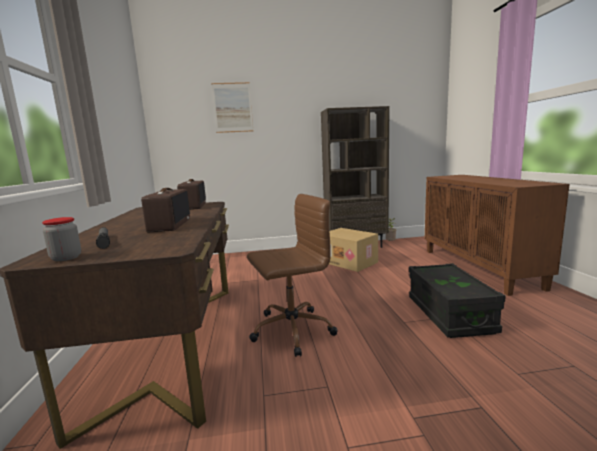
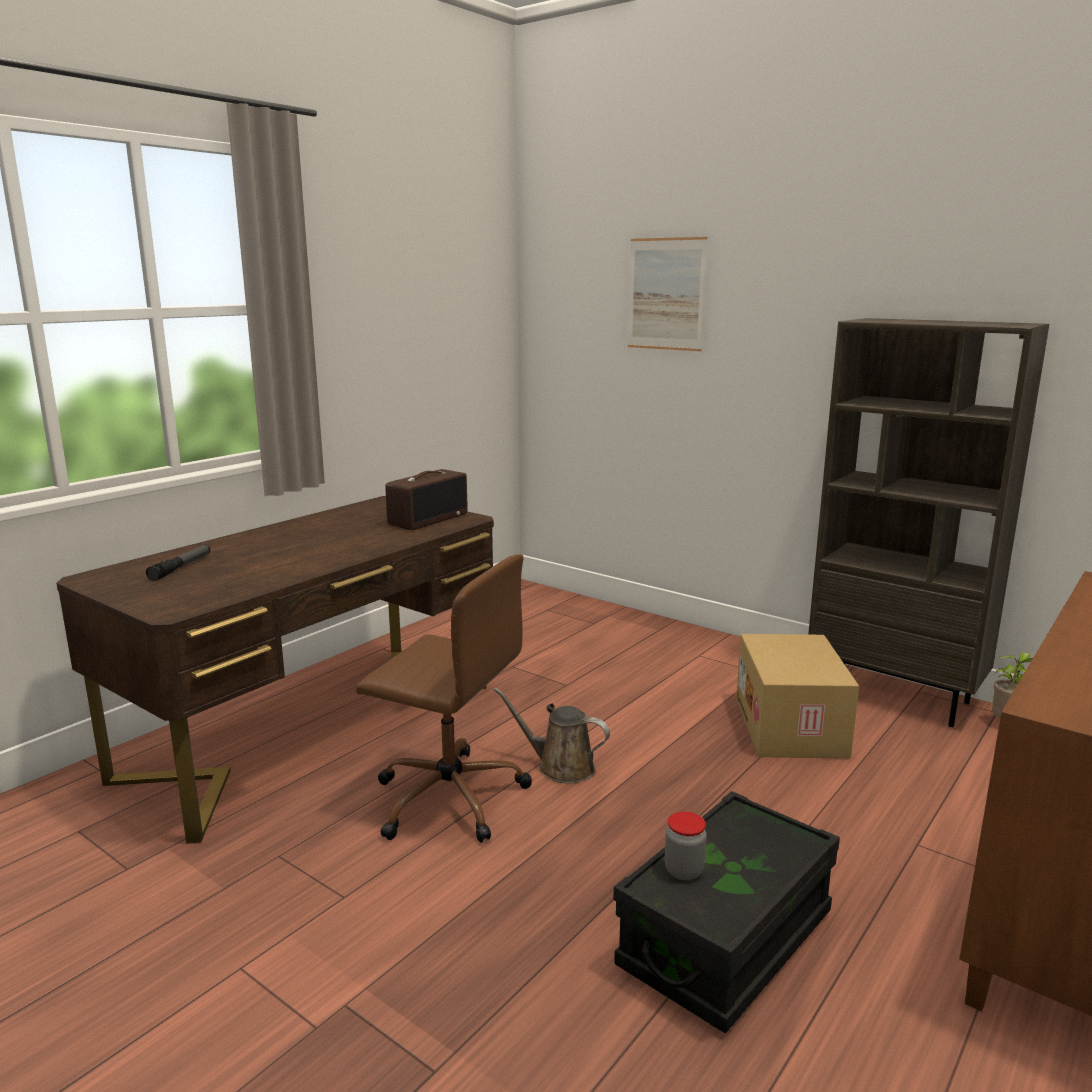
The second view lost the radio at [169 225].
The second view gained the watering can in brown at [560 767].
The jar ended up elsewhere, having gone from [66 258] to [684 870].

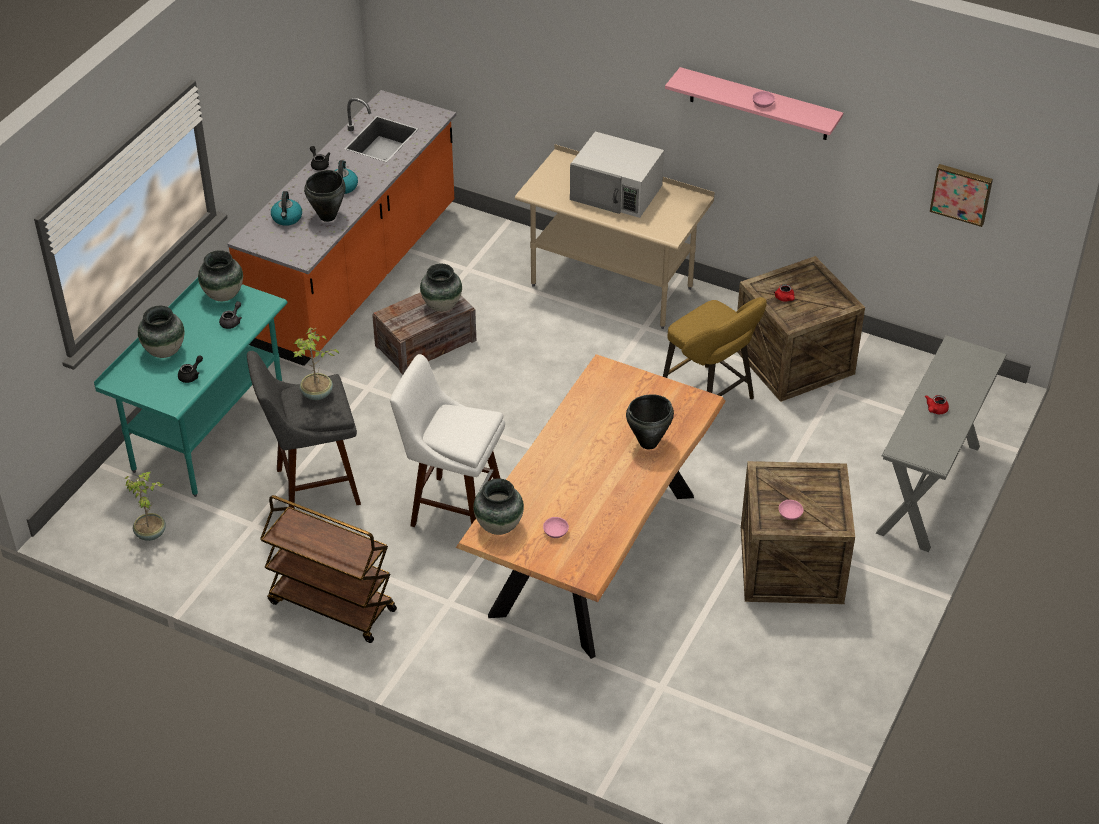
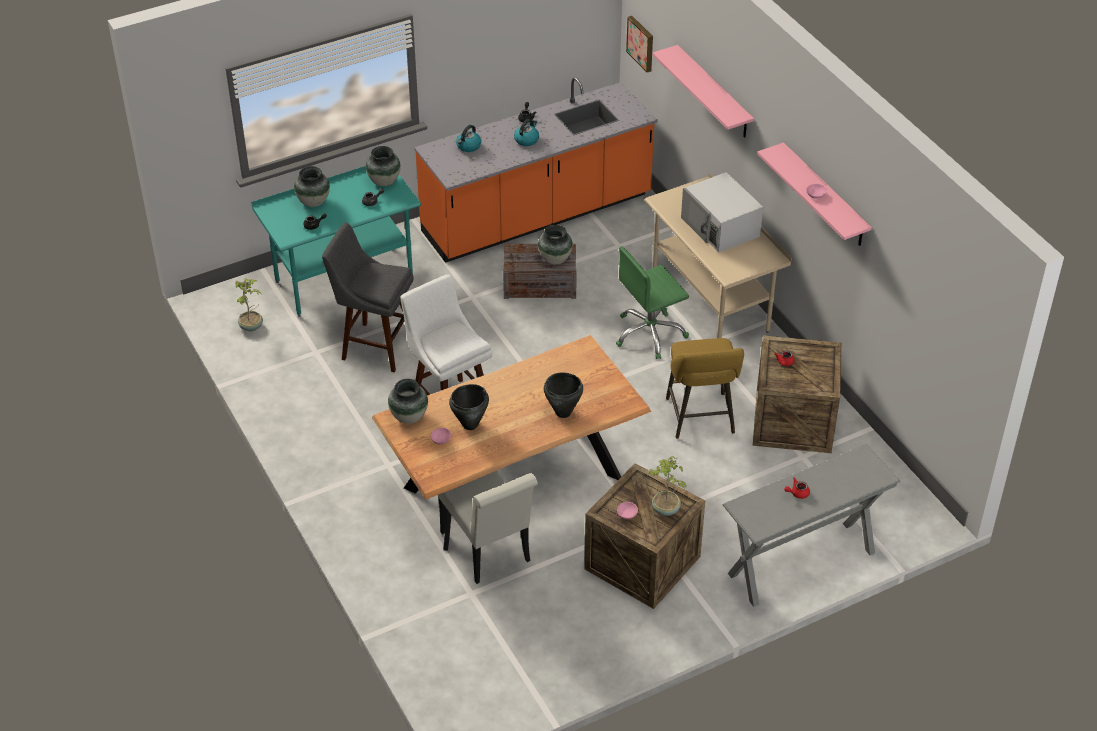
The second view lost the cart in brown at [331 606].
The second view gained the chair in white at [488 551].
The second view gained the office chair in green at [650 334].
The second view gained the shelf in pink at [714 92].
The potted plant ended up elsewhere, having gone from [317 394] to [665 510].
The cooking pot in black ended up elsewhere, having gone from [328 216] to [470 425].
The picture ended up elsewhere, having gone from [961 193] to [641 43].

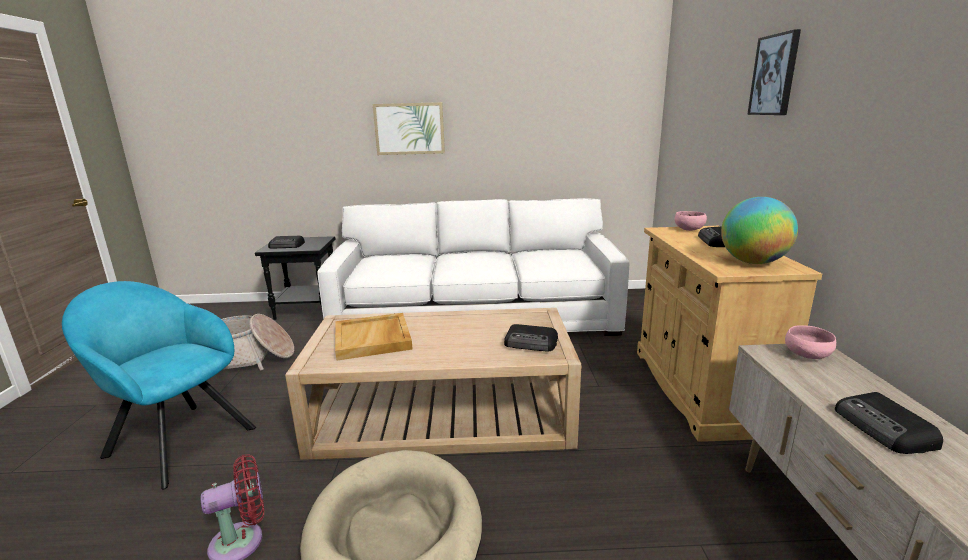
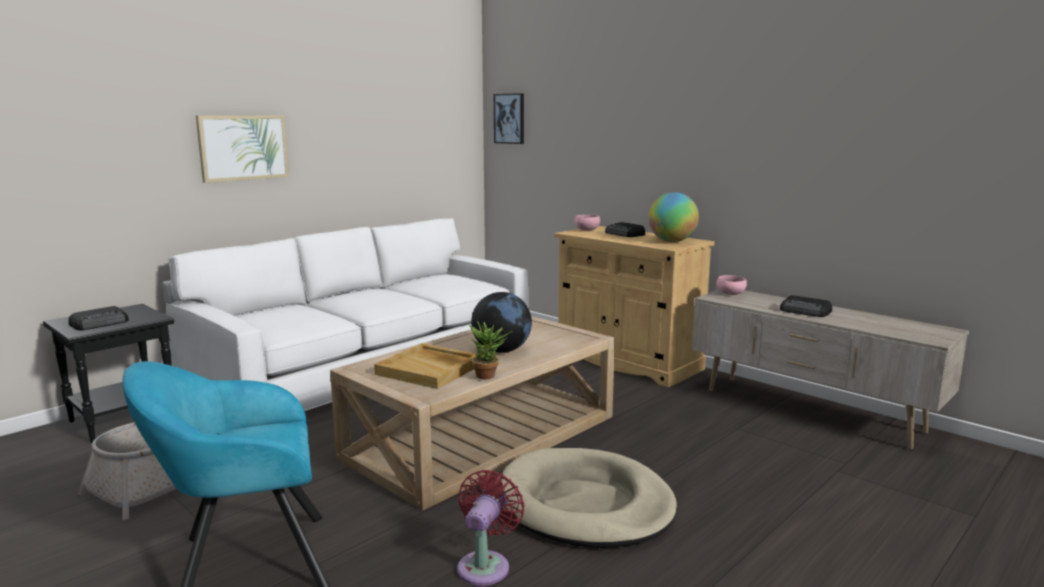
The second view lost the radio at [531 343].
The second view gained the potted plant at [489 376].
The second view gained the globe at [501 351].
The picture ended up elsewhere, having gone from [774 75] to [509 118].

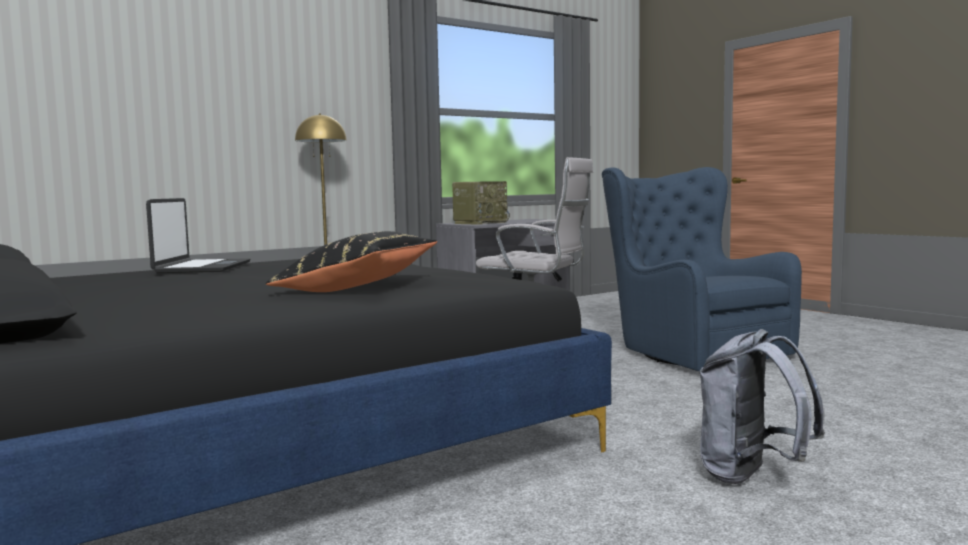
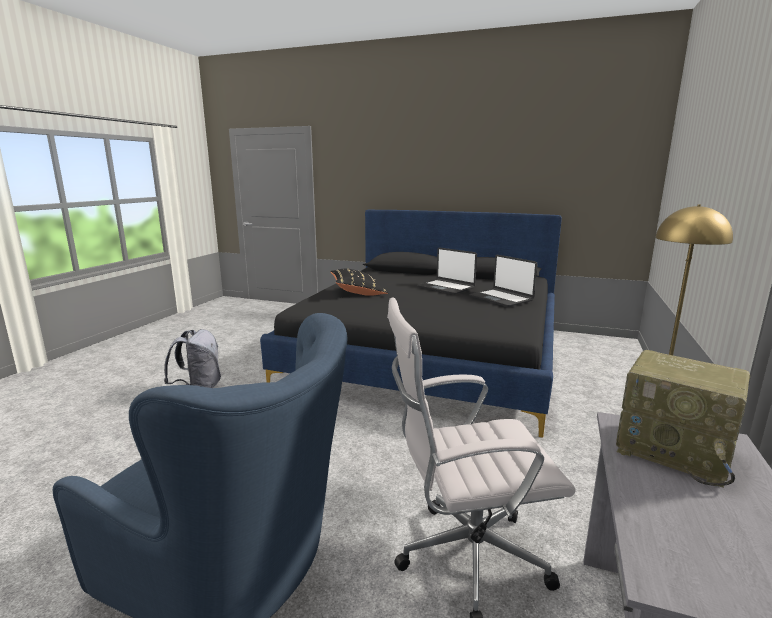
The second view gained the laptop at [446 287].
The radio at [480 223] ended up facing another way, 60 degrees counterclockwise from before.

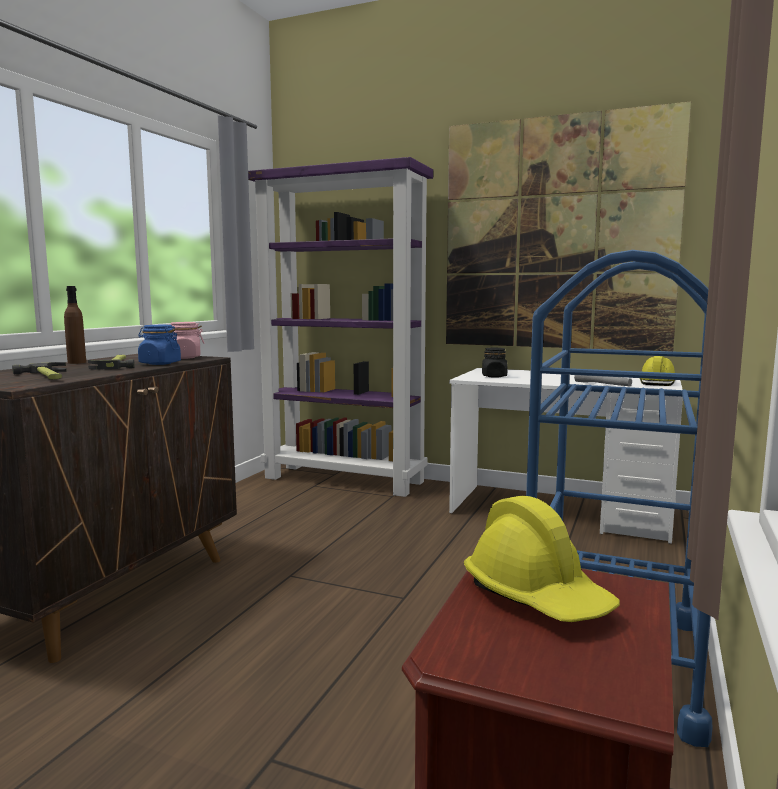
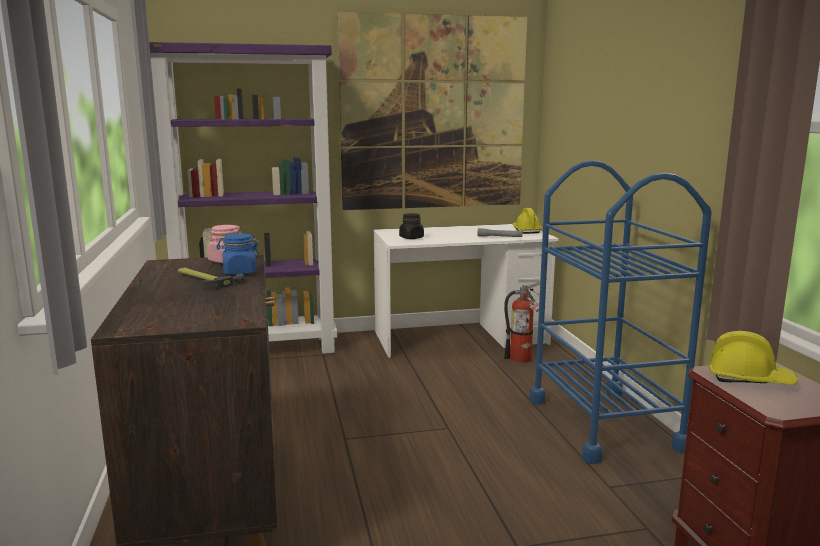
The second view lost the hammer at [46 376].
The second view lost the bottle in brown at [77 362].
The second view gained the fire extinguisher at [524 359].

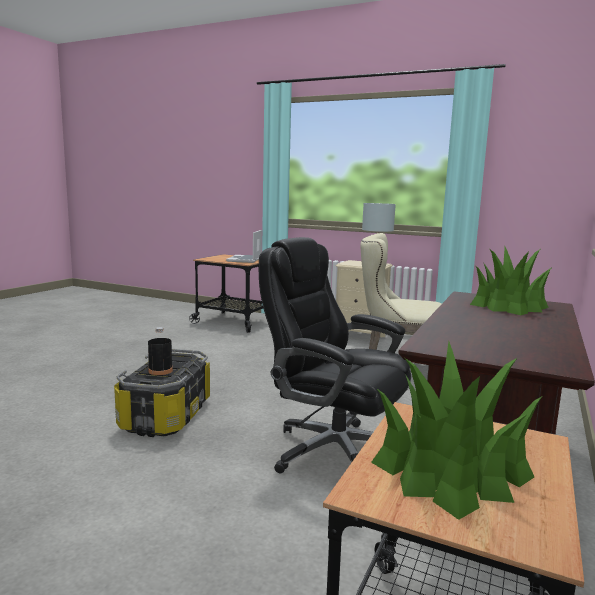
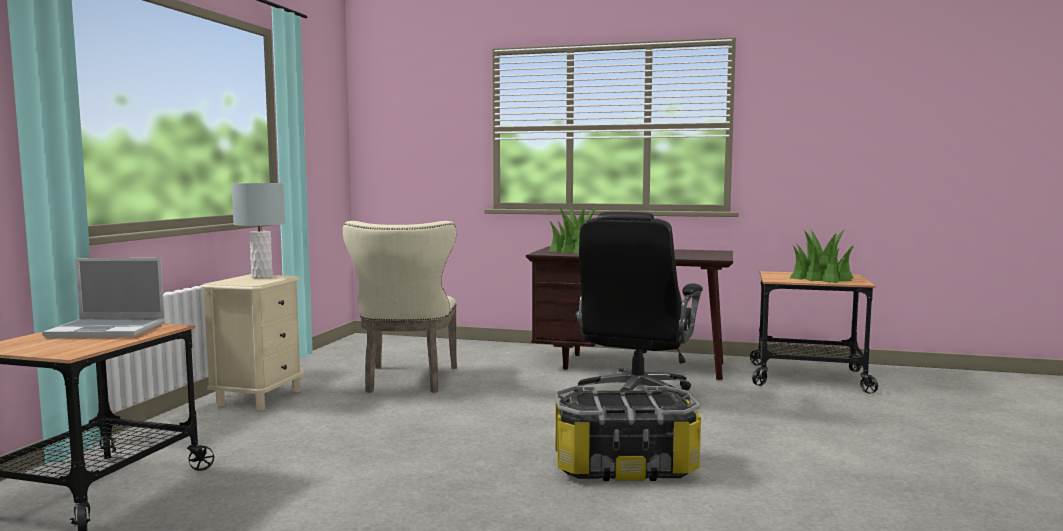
The second view lost the bottle in black at [160 371].

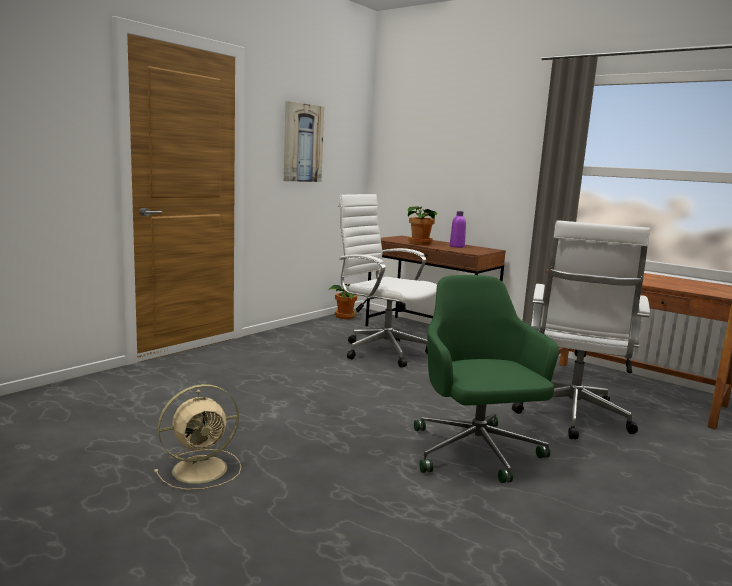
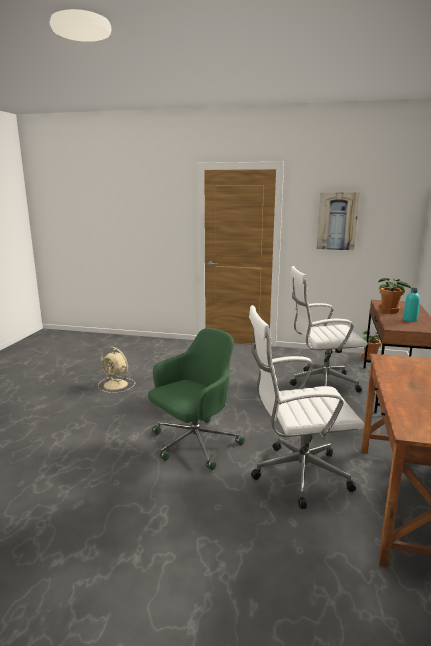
What was the bottle in purple at [457 246] turned into the bottle in turquoise at [410 320].
The office chair in white at [382 351] ended up facing another way, 105 degrees counterclockwise from before.

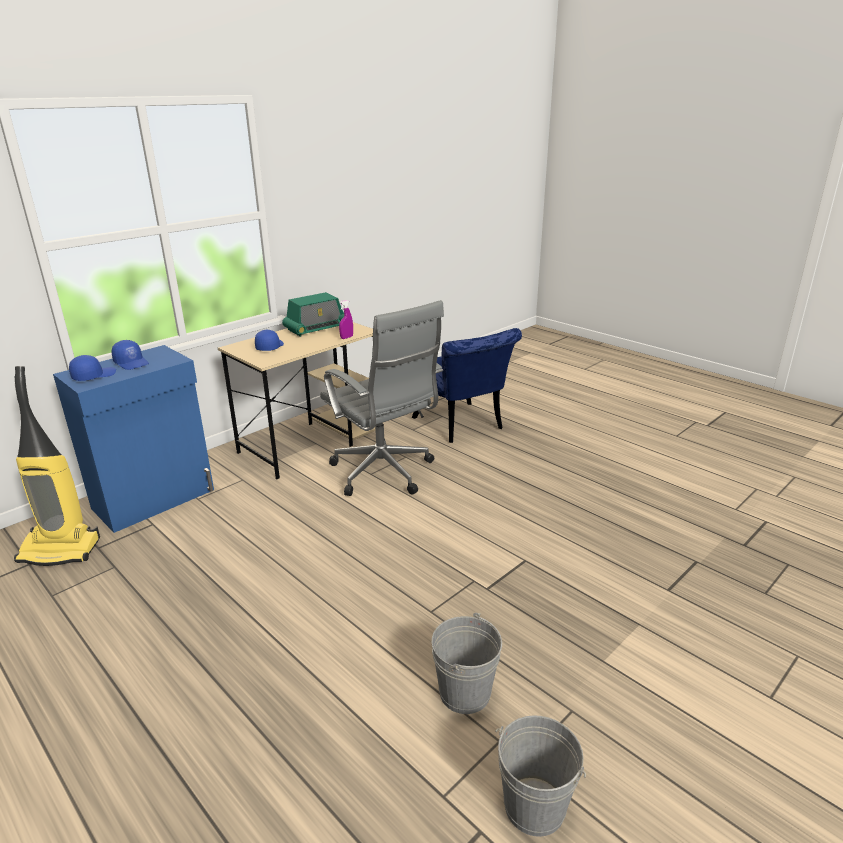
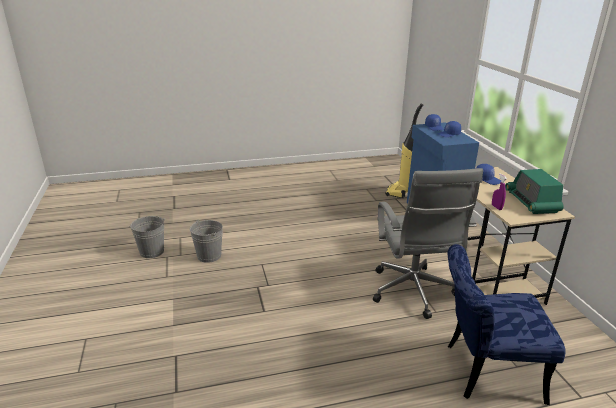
The office chair in grey at [384 474] ended up facing another way, 90 degrees counterclockwise from before.

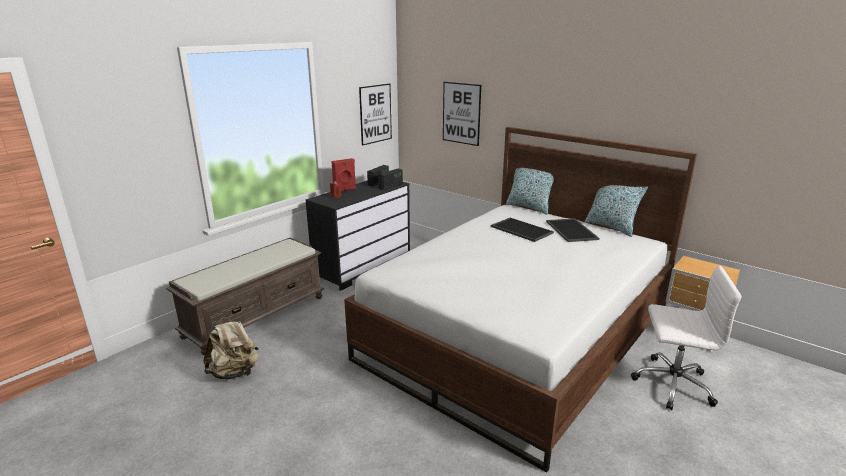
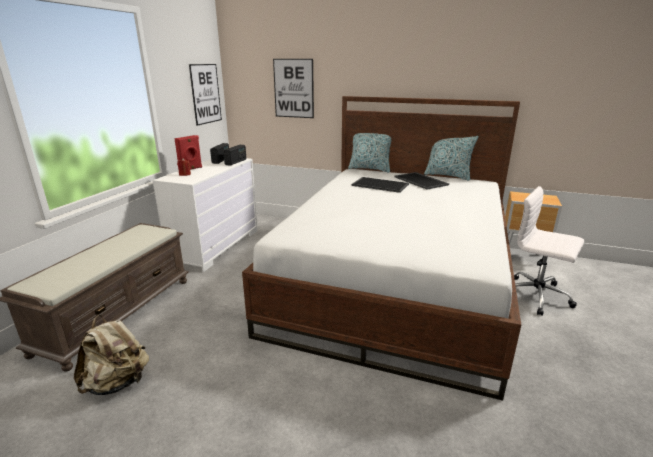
What was the dresser in black at [363 266] turned into the dresser in white at [216 246].
The office chair in white at [671 384] ended up facing another way, 135 degrees counterclockwise from before.

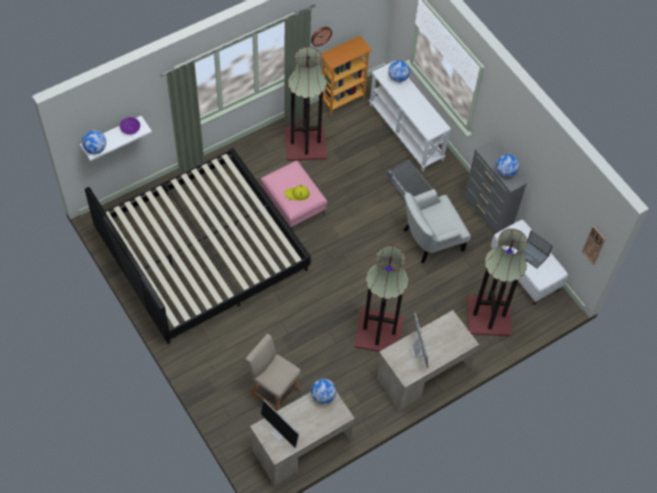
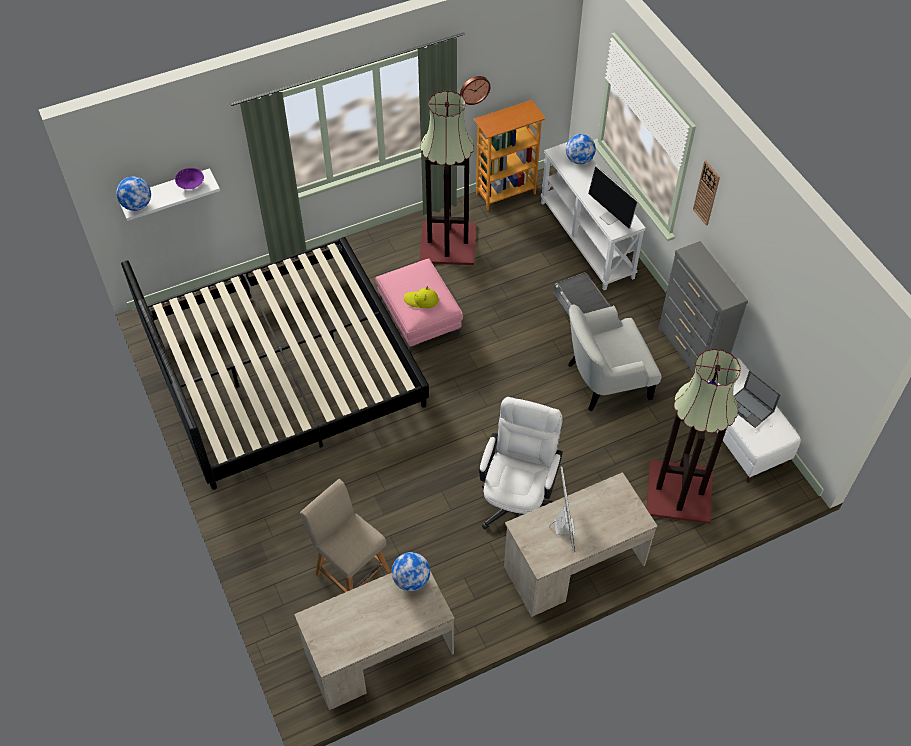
The second view lost the globe at [505 172].
The monitor ended up elsewhere, having gone from [280 432] to [610 217].
The wall clock ended up elsewhere, having gone from [594 245] to [706 193].
Where the floor lamp stood at [380 331], the office chair in white came to stand at [517 499].

